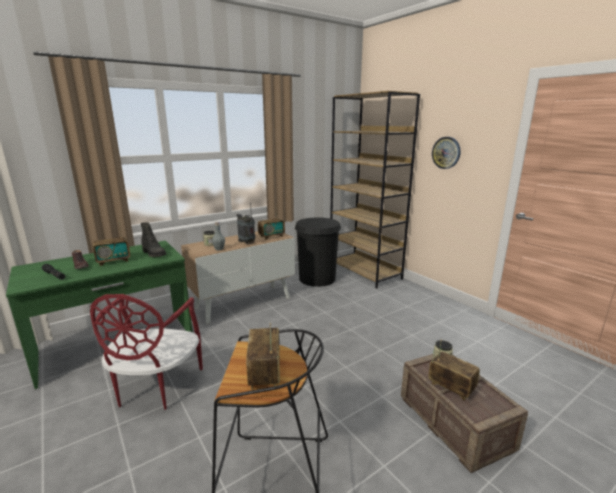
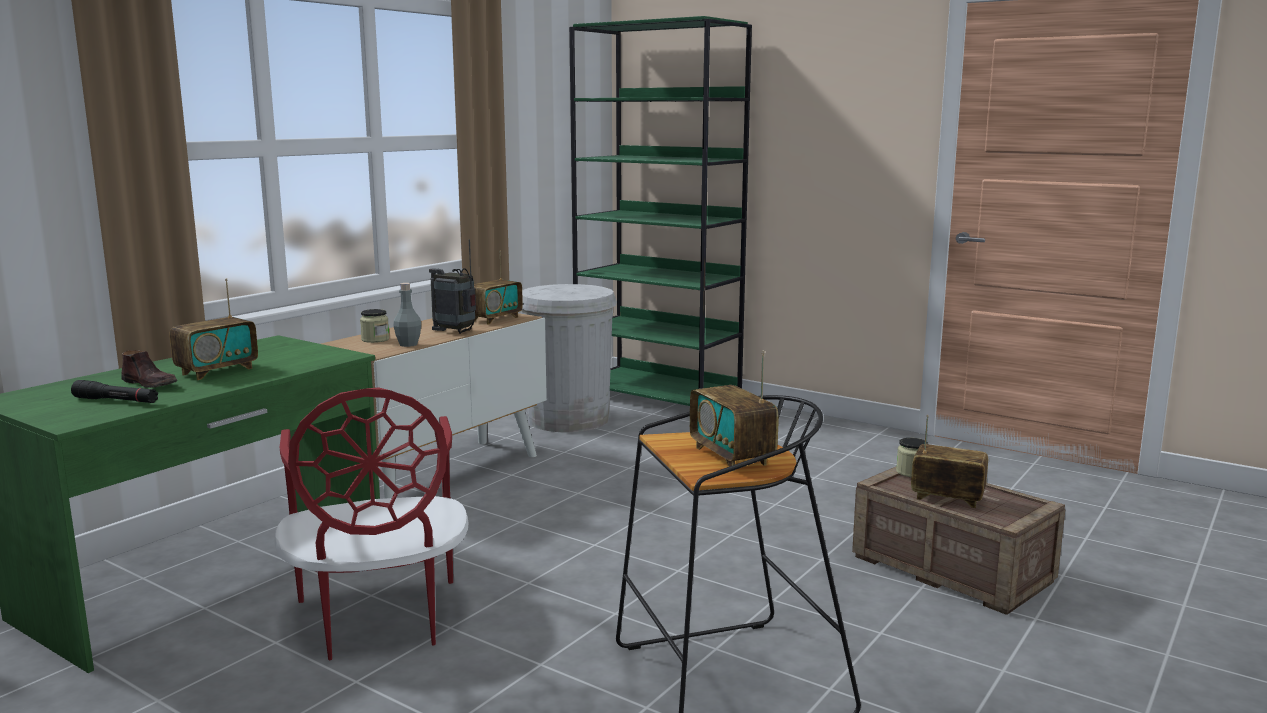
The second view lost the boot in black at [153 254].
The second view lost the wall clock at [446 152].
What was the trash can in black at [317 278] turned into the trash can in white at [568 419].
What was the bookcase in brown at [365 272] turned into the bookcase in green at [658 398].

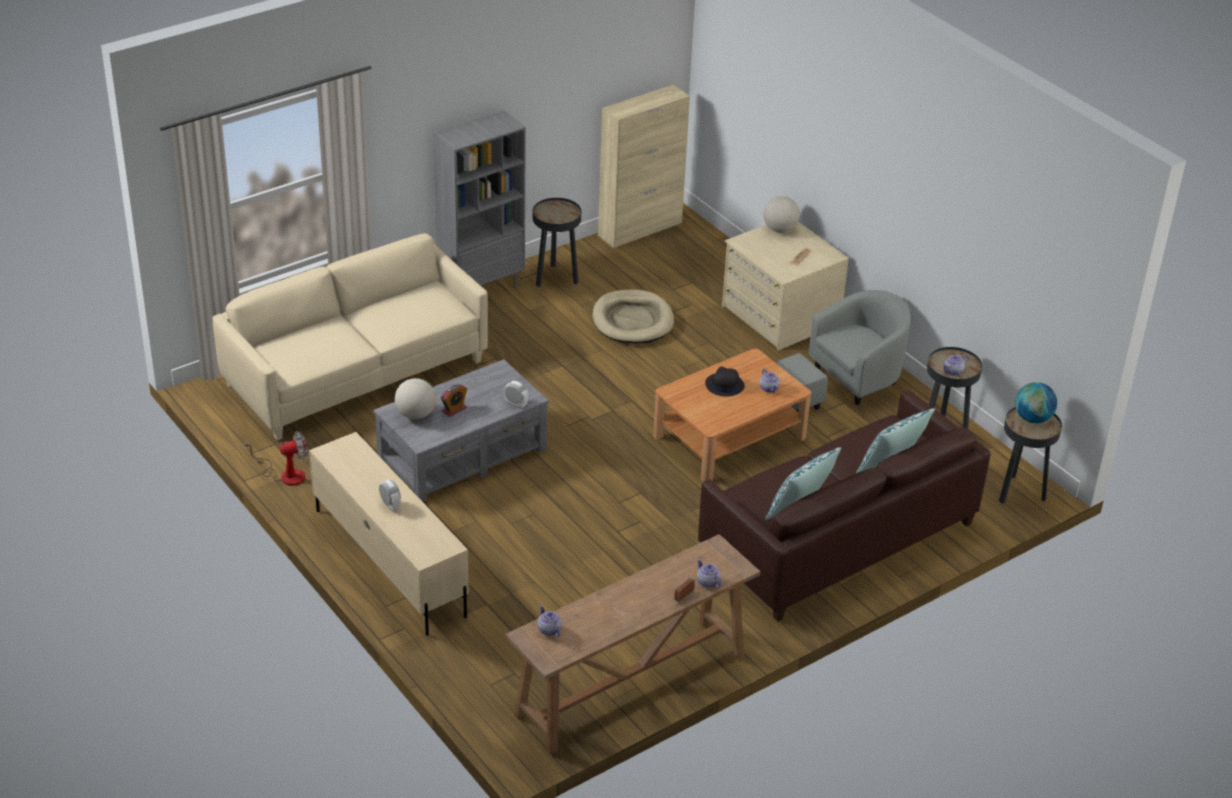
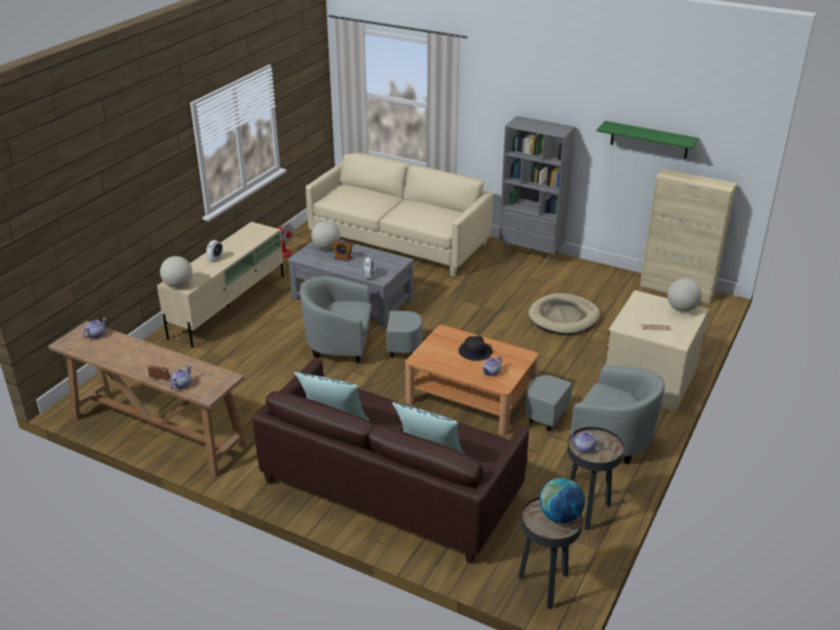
The second view lost the side table in black at [556 278].
The second view gained the globe at [178 285].
The second view gained the armchair in grey at [355 346].
The second view gained the shelf in green at [649 140].

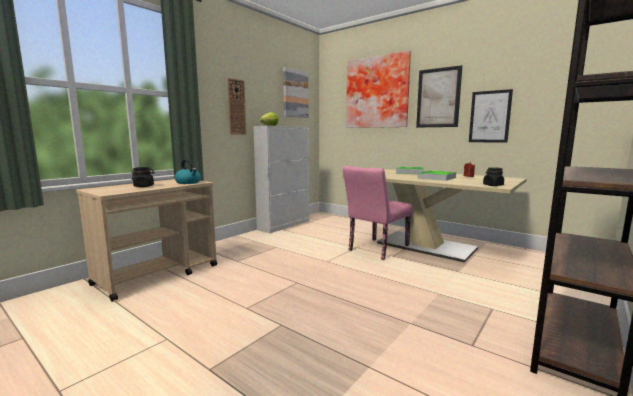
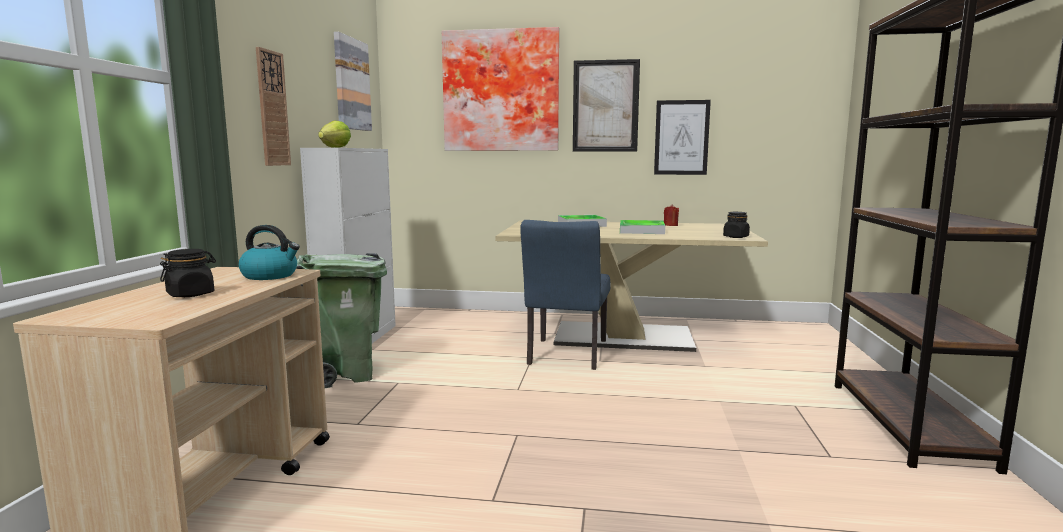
The second view gained the trash can in green at [346 374].
What was the chair in pink at [375 250] turned into the chair in blue at [565 356].

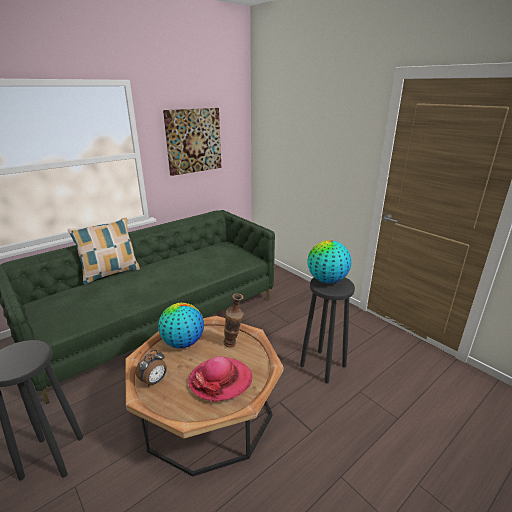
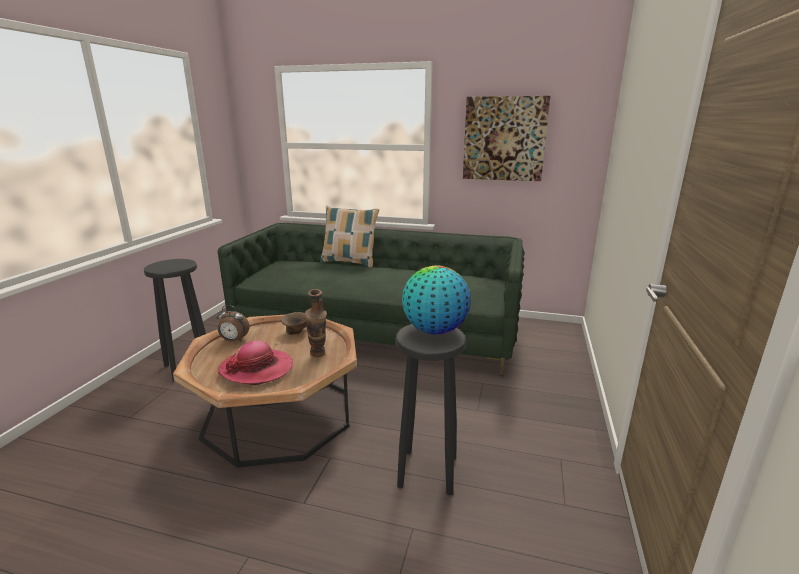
Where the globe stood at [183 342], the bowl in brown came to stand at [297 332].

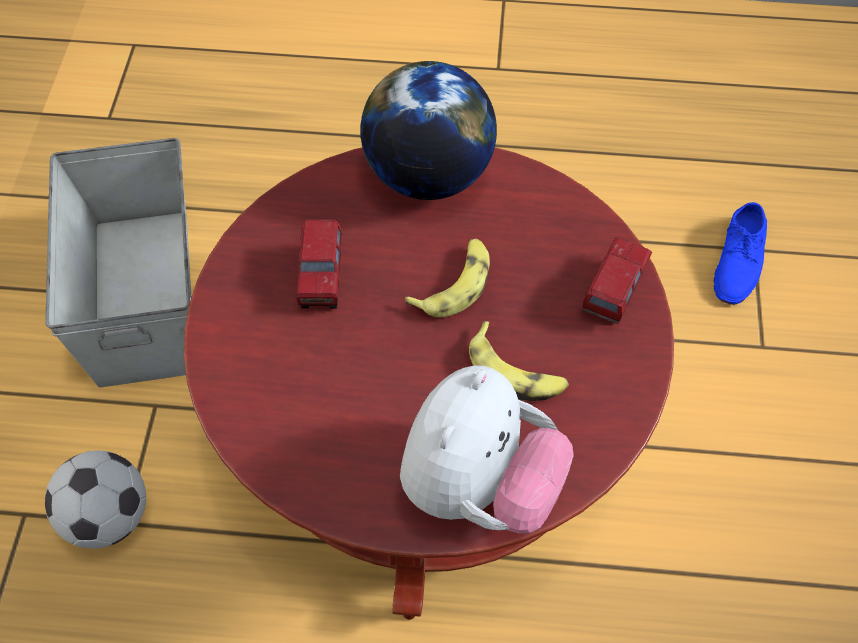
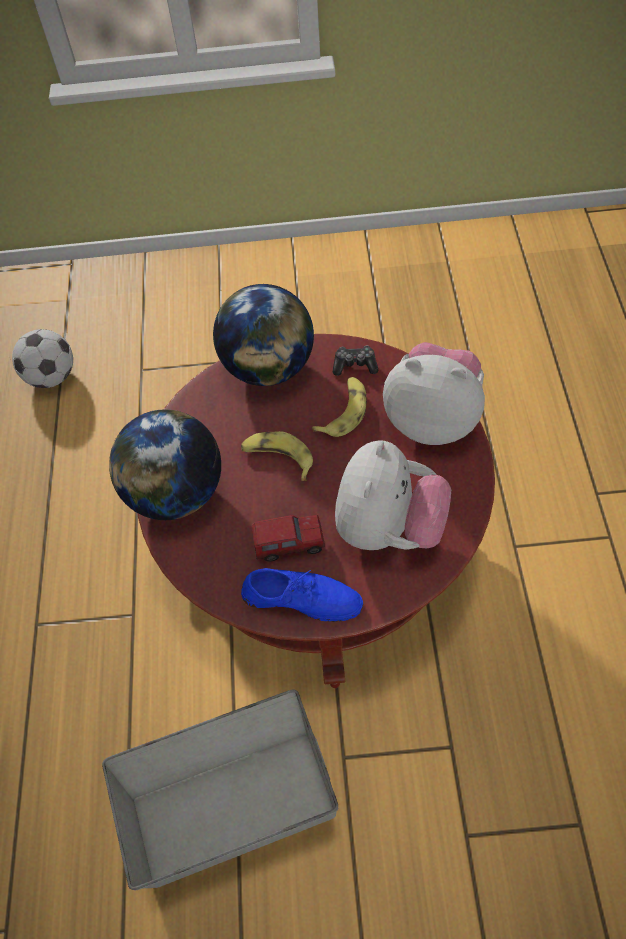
The second view gained the game controller at [355 365].
The second view gained the plush toy at [388 527].
The football ended up elsewhere, having gone from [108 517] to [52 377].
The shoe in blue ended up elsewhere, having gone from [739 261] to [302 598].
Where the toy truck stood at [613 293], the globe came to stand at [268 367].

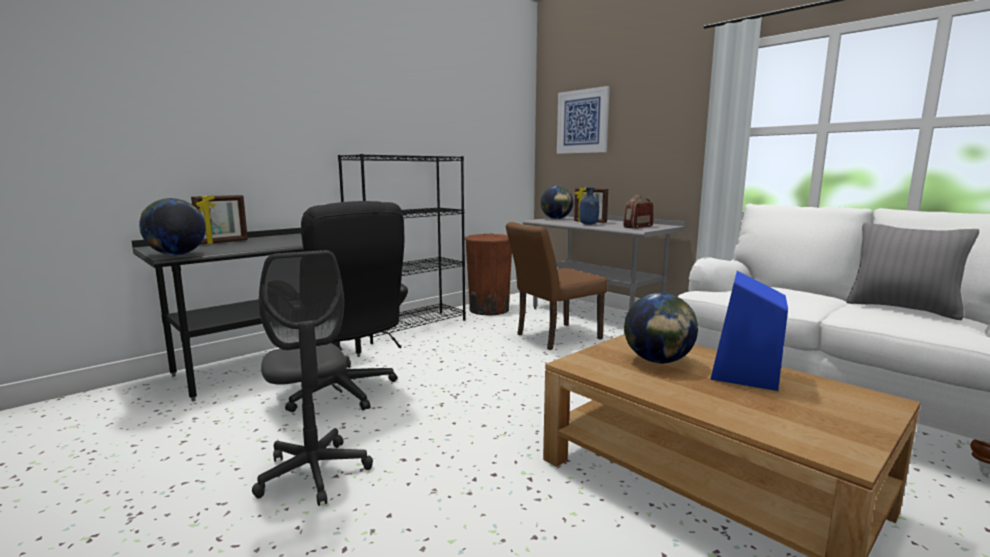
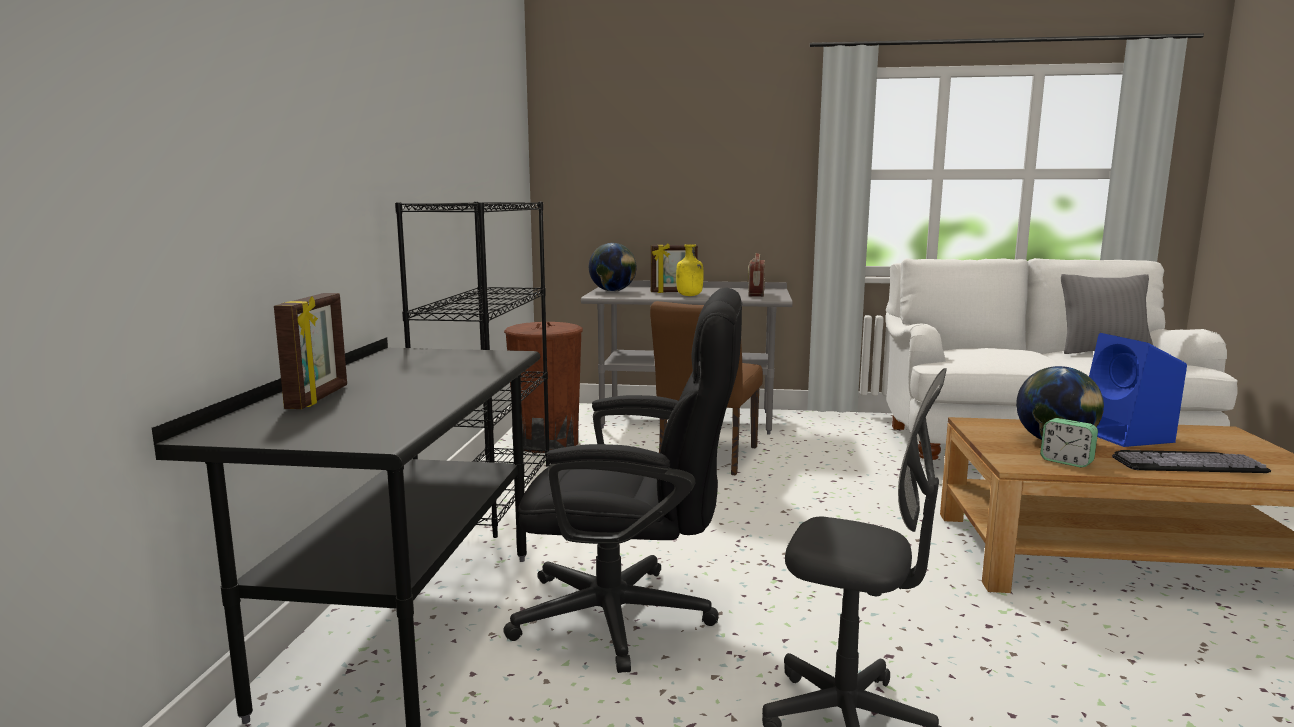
The second view lost the globe at [177 255].
The second view lost the picture at [582 121].
The second view gained the alarm clock at [1066 462].
The second view gained the keyboard at [1184 461].
What was the bottle in blue at [588 224] turned into the bottle in yellow at [689 296].

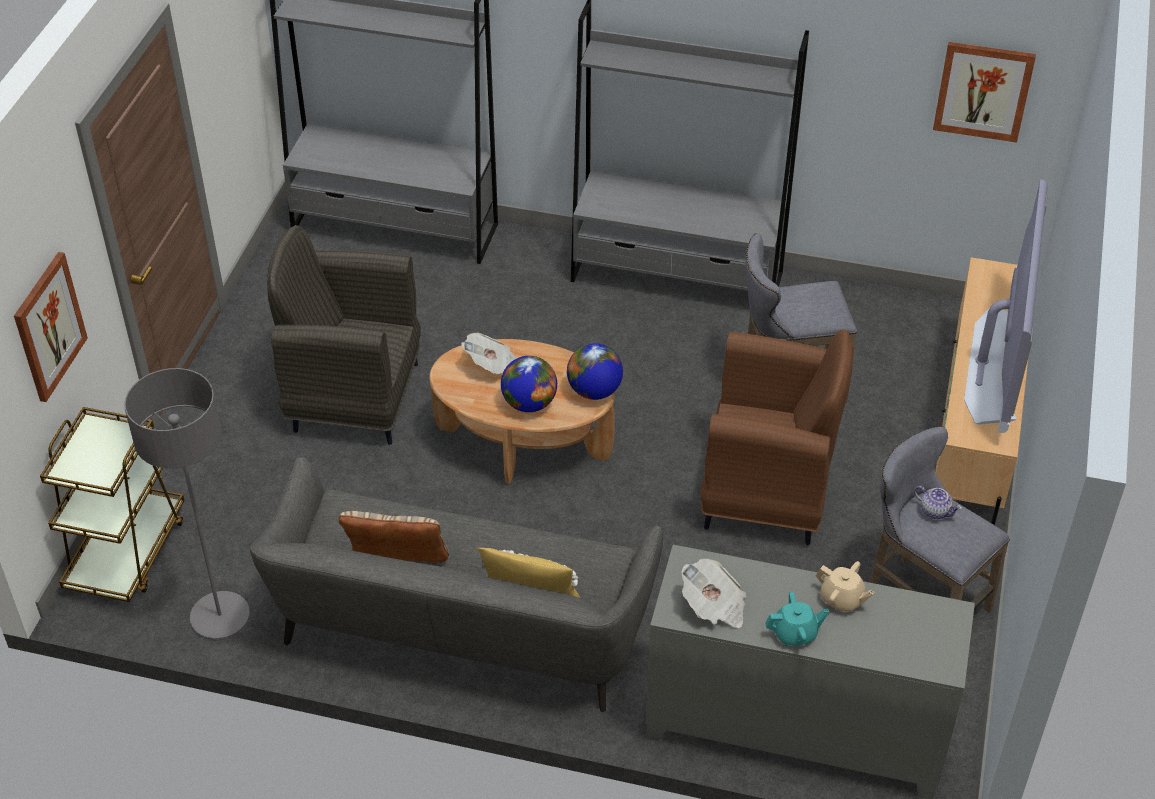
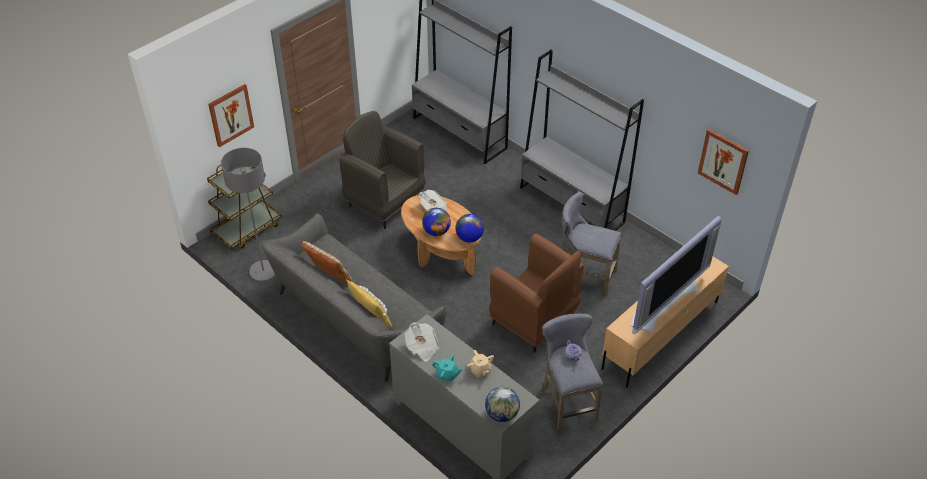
The second view gained the globe at [502 414].

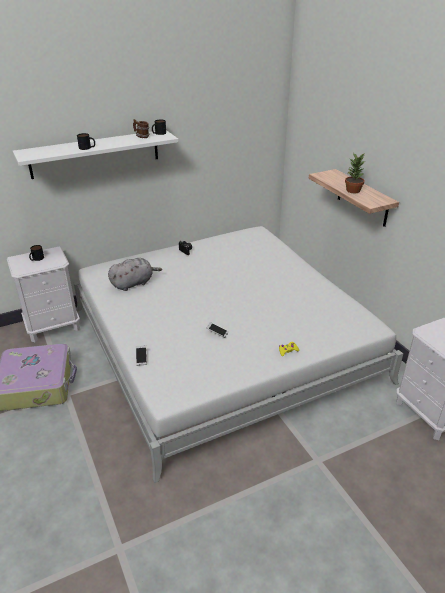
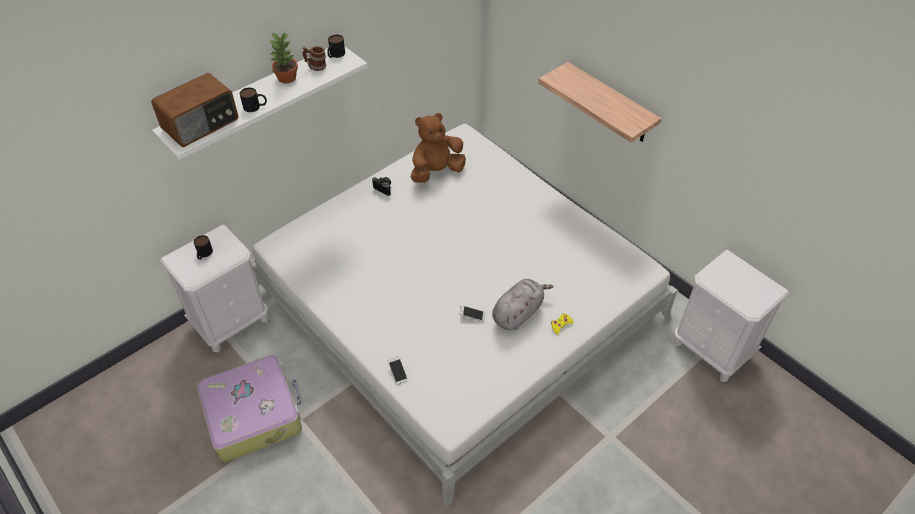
The second view gained the radio at [201 124].
The second view gained the plush toy in brown at [436 172].
The plush toy in grey ended up elsewhere, having gone from [133 283] to [518 313].
The potted plant ended up elsewhere, having gone from [353 191] to [287 78].

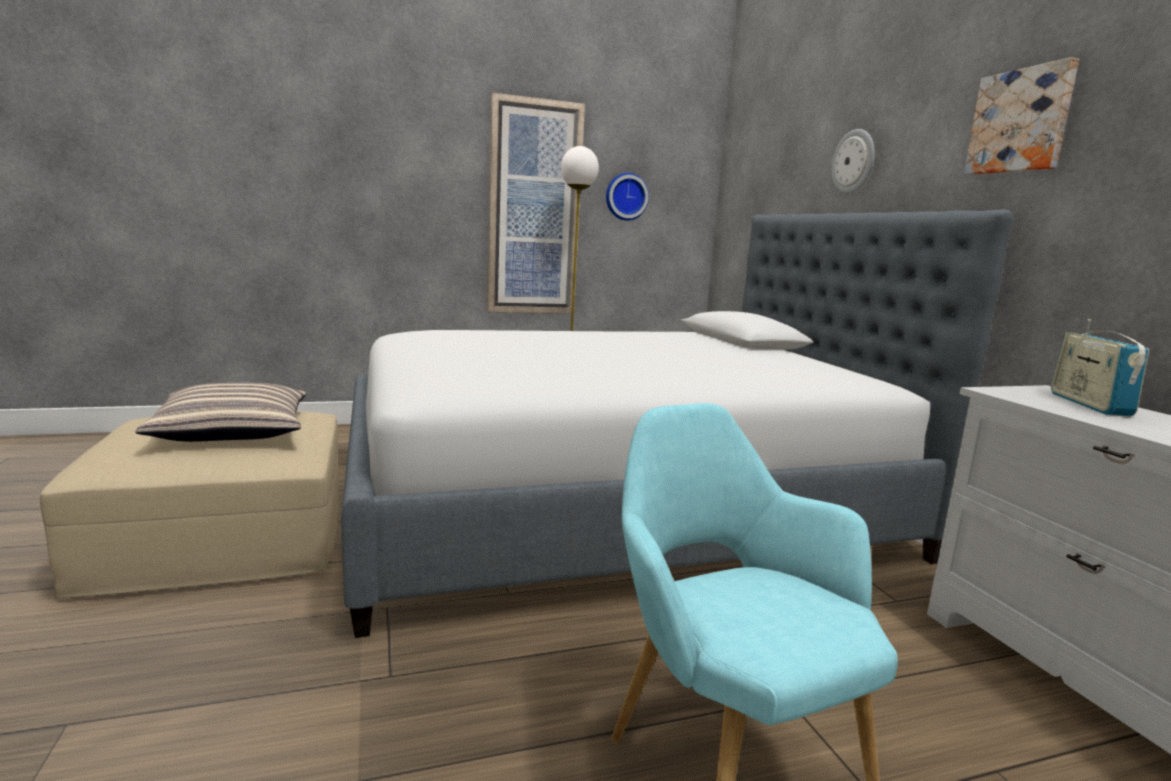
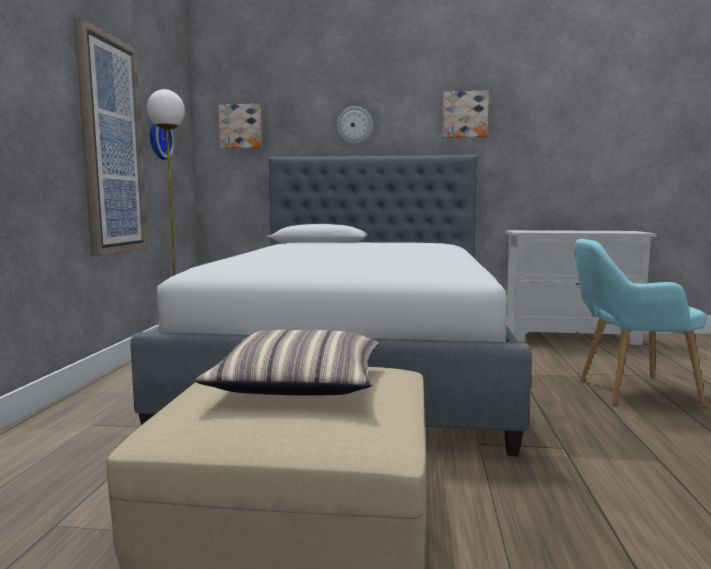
The second view lost the radio at [1089 404].
The second view gained the picture at [241 126].

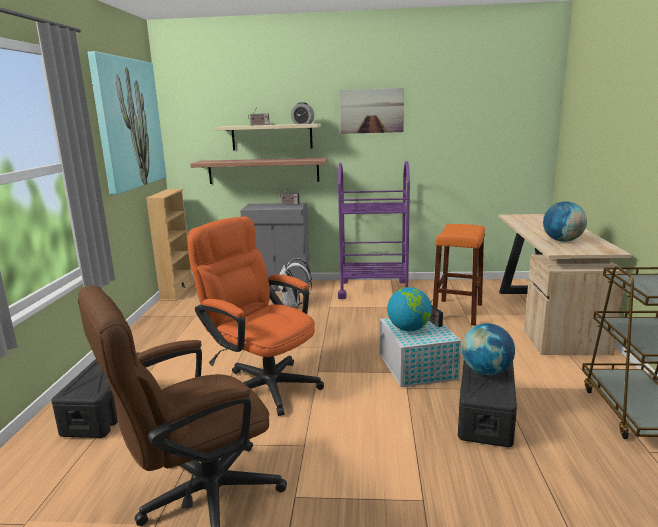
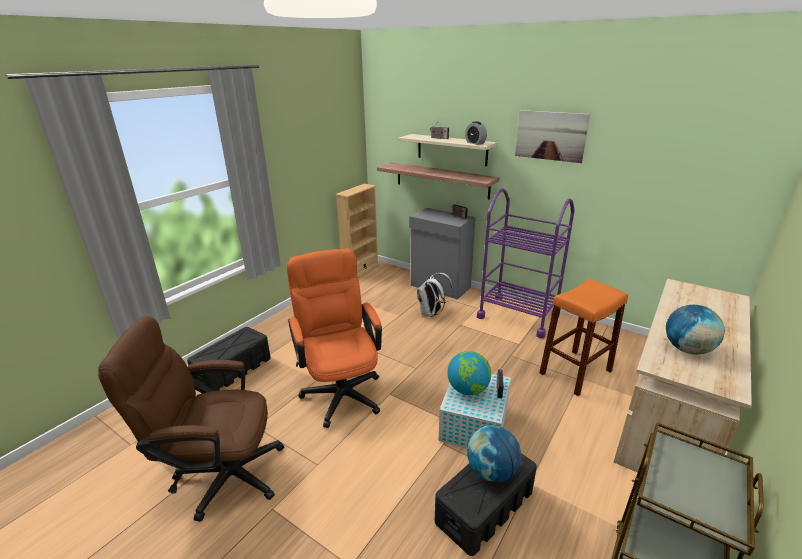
The second view lost the picture at [128 124].

